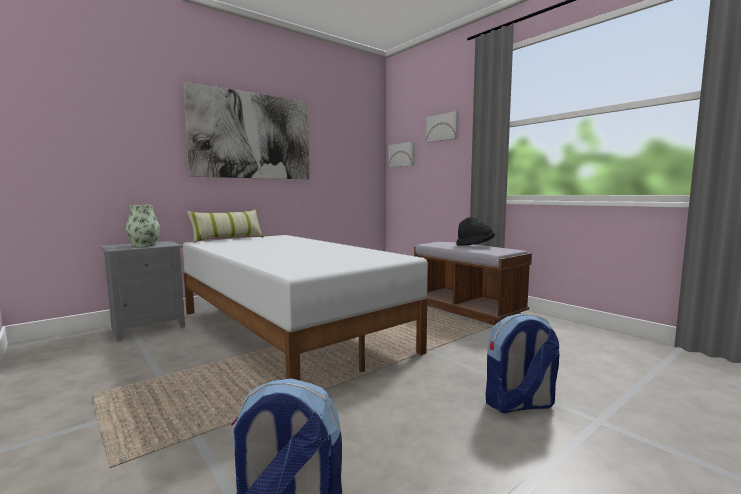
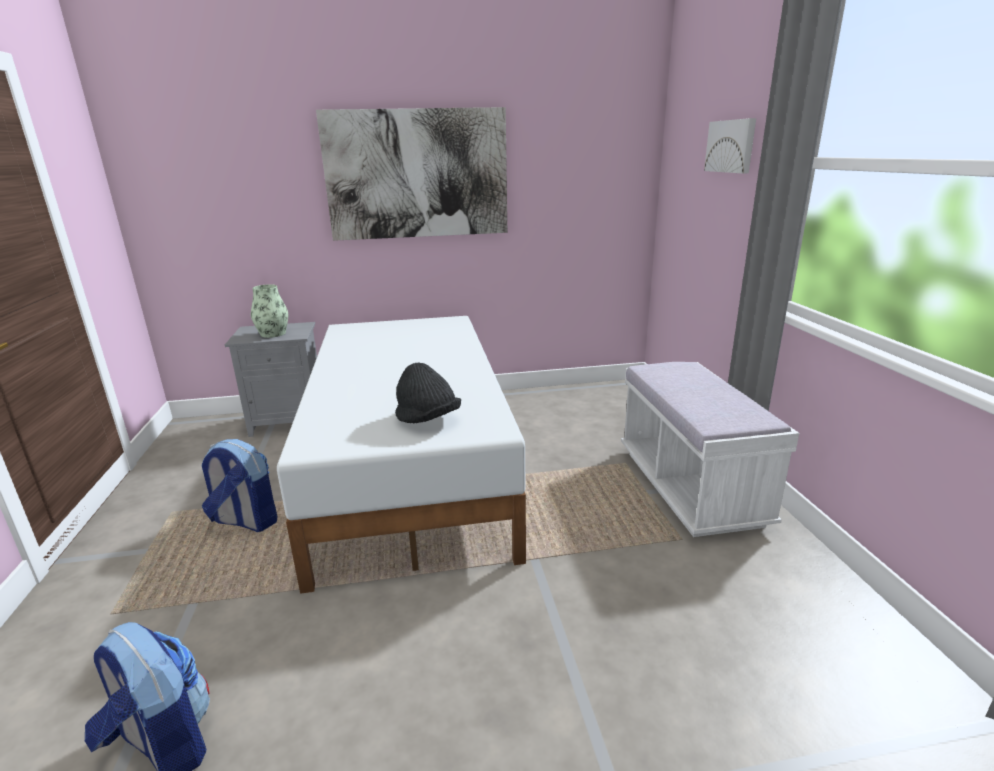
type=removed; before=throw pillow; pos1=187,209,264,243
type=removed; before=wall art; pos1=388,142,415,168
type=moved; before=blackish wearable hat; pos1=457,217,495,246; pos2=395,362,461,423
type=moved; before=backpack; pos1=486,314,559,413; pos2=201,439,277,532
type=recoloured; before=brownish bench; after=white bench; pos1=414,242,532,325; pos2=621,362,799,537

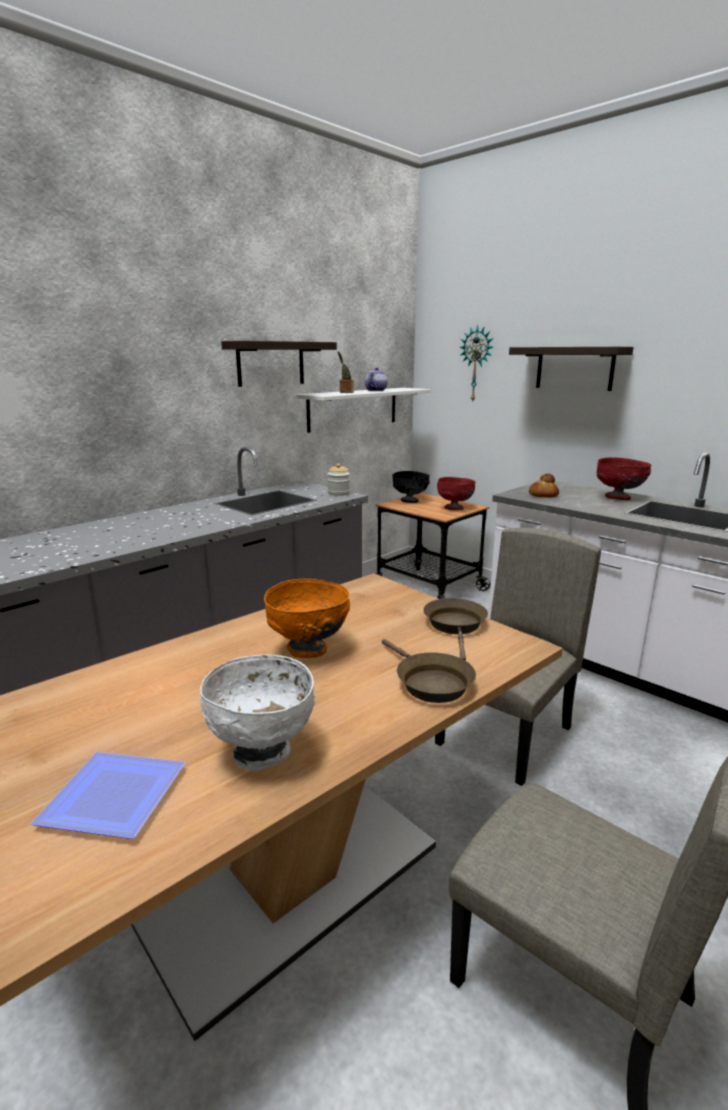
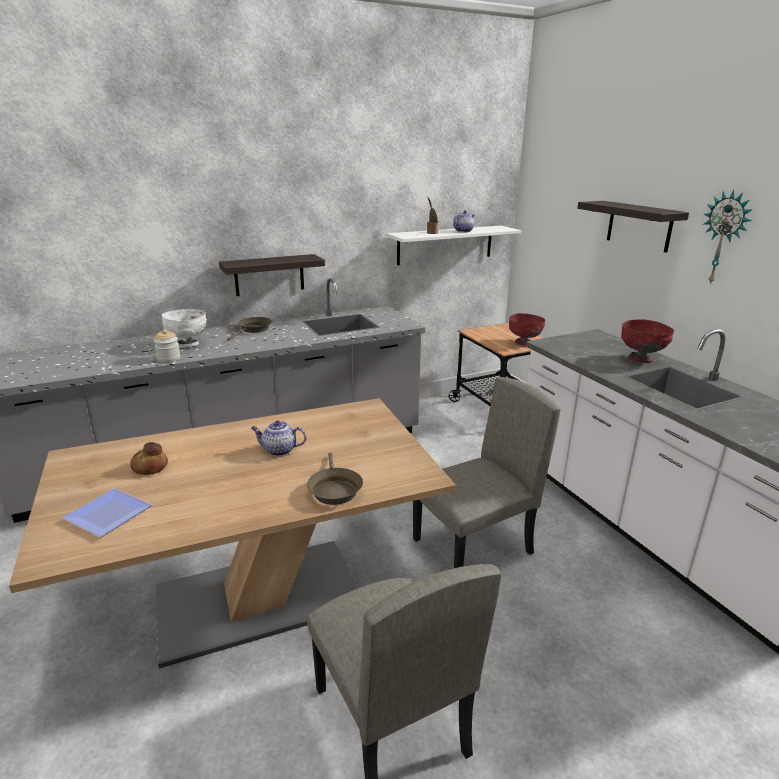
type=removed; before=blackish deep dish; pos1=392,471,430,503
type=moved; before=white deep dish; pos1=200,655,315,771; pos2=162,309,207,348
type=moved; before=shelf; pos1=221,341,337,387; pos2=219,254,325,296
type=moved; before=preserve jar; pos1=327,463,350,496; pos2=154,329,180,362
type=moved; before=brownish frying pan; pos1=423,598,488,661; pos2=227,317,272,341
type=moved; before=clock on the wall; pos1=459,325,493,401; pos2=704,189,753,285
type=moved; before=bakery bread; pos1=529,474,559,498; pos2=130,442,168,475
type=replaced; before=orange-coloured deep dish; after=teapot; pos1=264,579,350,658; pos2=251,420,307,456

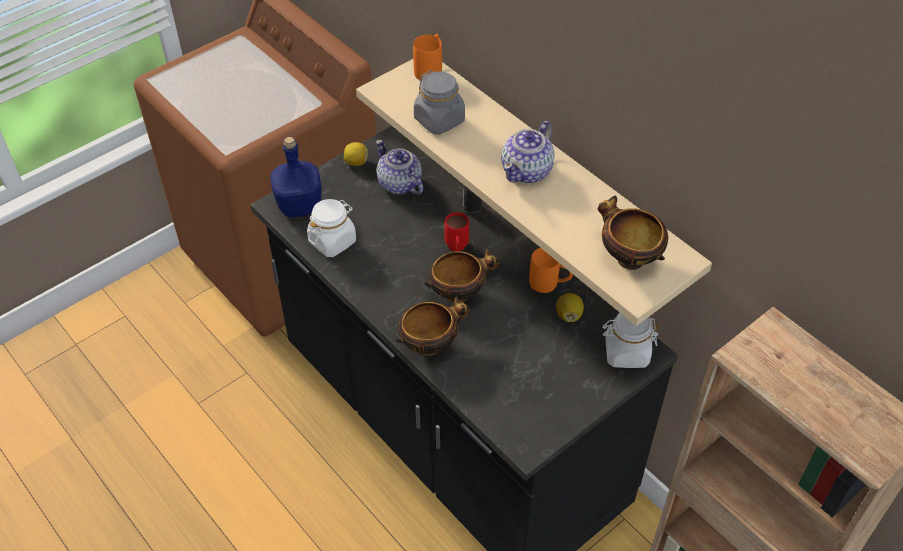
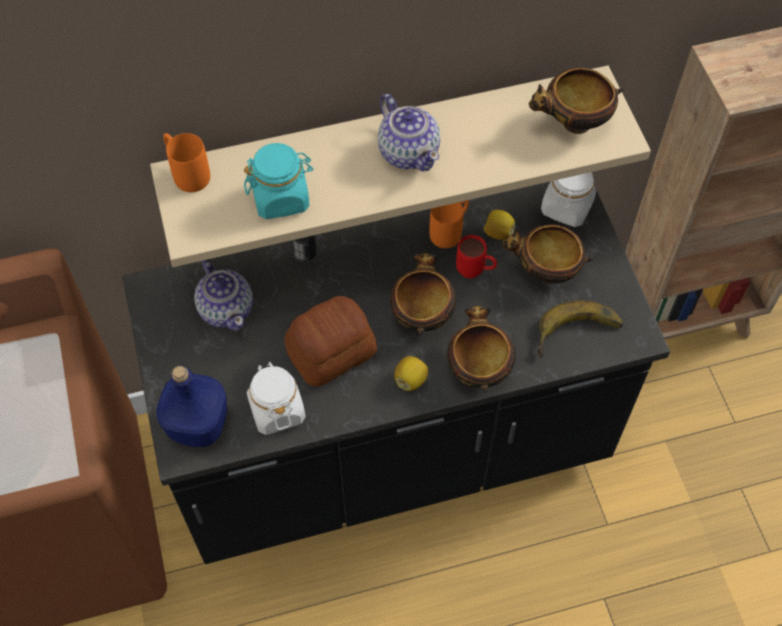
type=added; after=bakery bread; pos2=284,296,377,387
type=added; after=deep dish; pos2=502,224,593,283
type=added; after=whole banana; pos2=537,301,623,358
type=moved; before=citrus fruit; pos1=344,142,368,166; pos2=394,356,428,391
type=moved; before=reddish coffee mug; pos1=444,212,469,251; pos2=456,235,497,279
type=recoloured; before=greyish preserve jar; after=blue-green preserve jar; pos1=414,70,465,135; pos2=244,143,313,219
type=turned; before=teapot; pos1=376,140,423,195; pos2=194,259,253,331; turn=-105

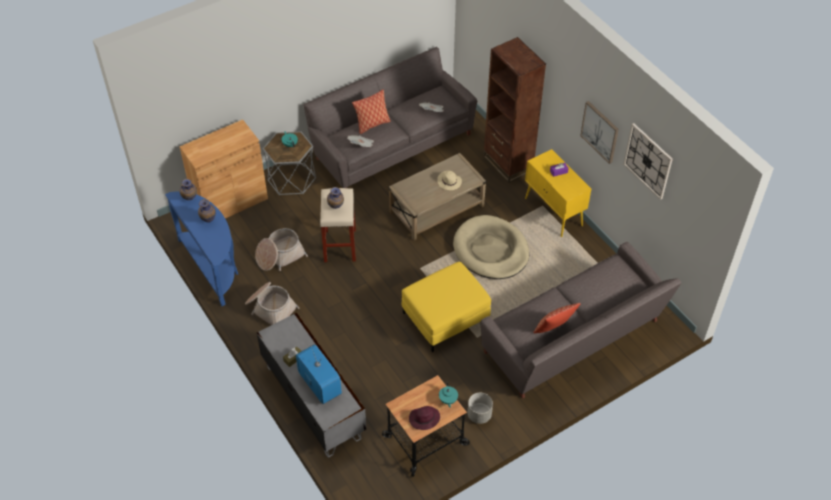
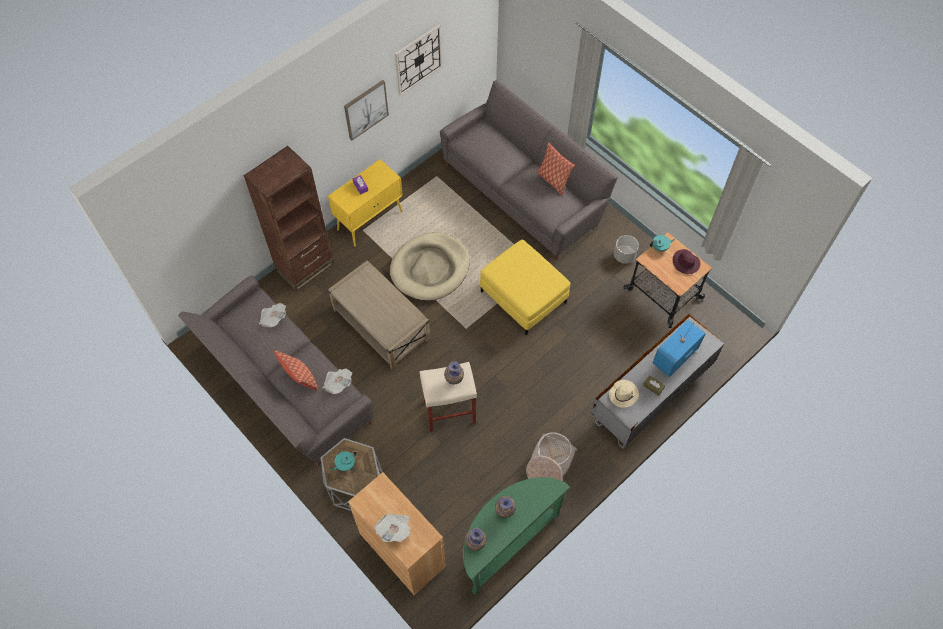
type=removed; before=storage basket; pos1=255,228,308,271
type=added; after=printed paper; pos2=374,513,411,542
type=moved; before=beige wearable hat; pos1=437,170,462,190; pos2=609,380,639,408
type=recoloured; before=blue console table; after=green console table; pos1=165,191,238,306; pos2=463,477,570,595

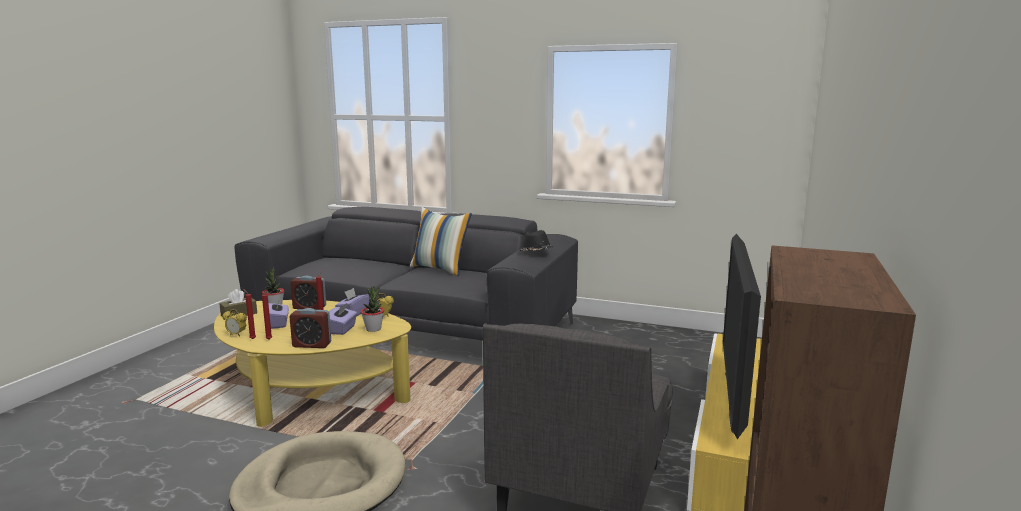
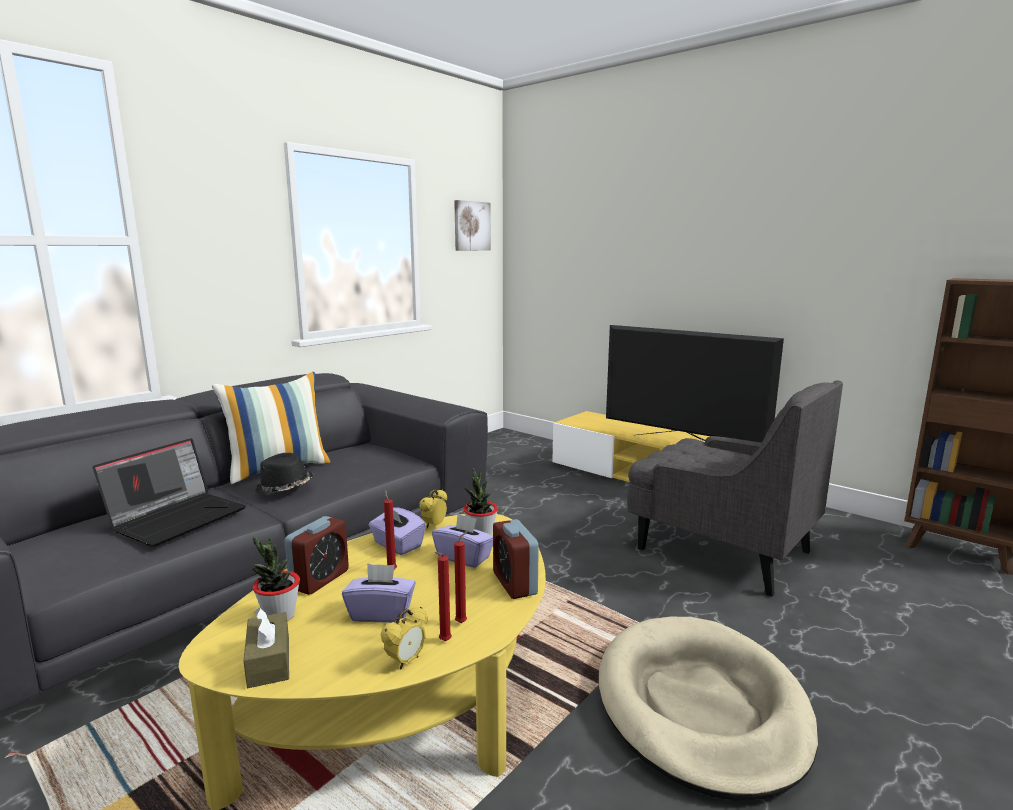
type=added; after=notebook computer; pos2=93,438,246,547
type=added; after=wall art; pos2=454,200,491,251
type=moved; before=blackish wearable hat; pos1=520,230,553,251; pos2=255,453,313,495
type=turned; before=alarm clock; pos1=289,308,331,348; pos2=493,519,539,599; turn=135

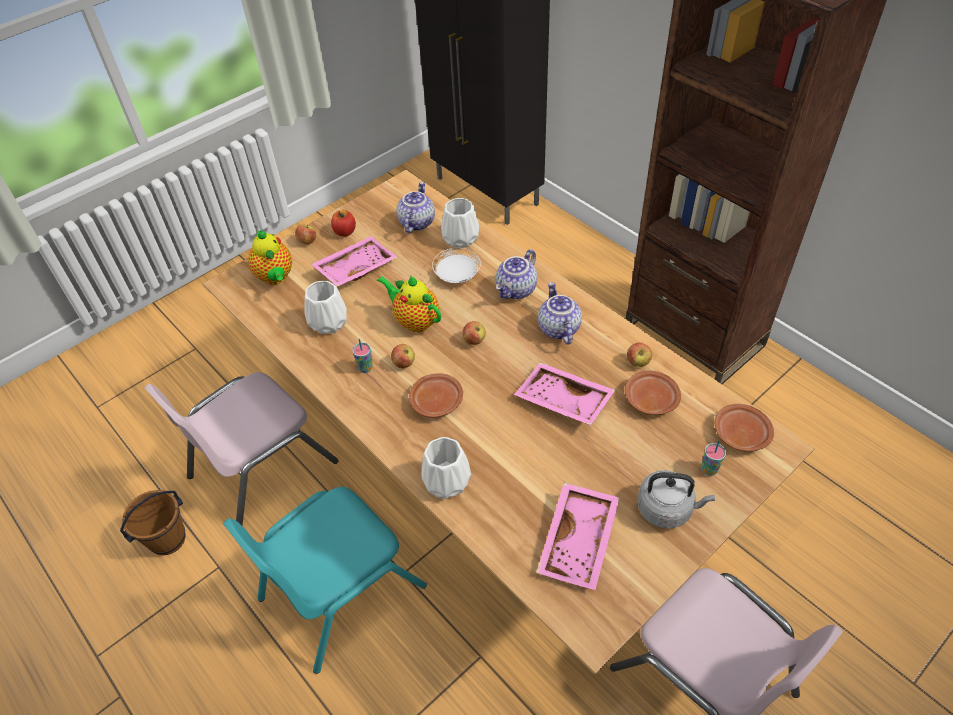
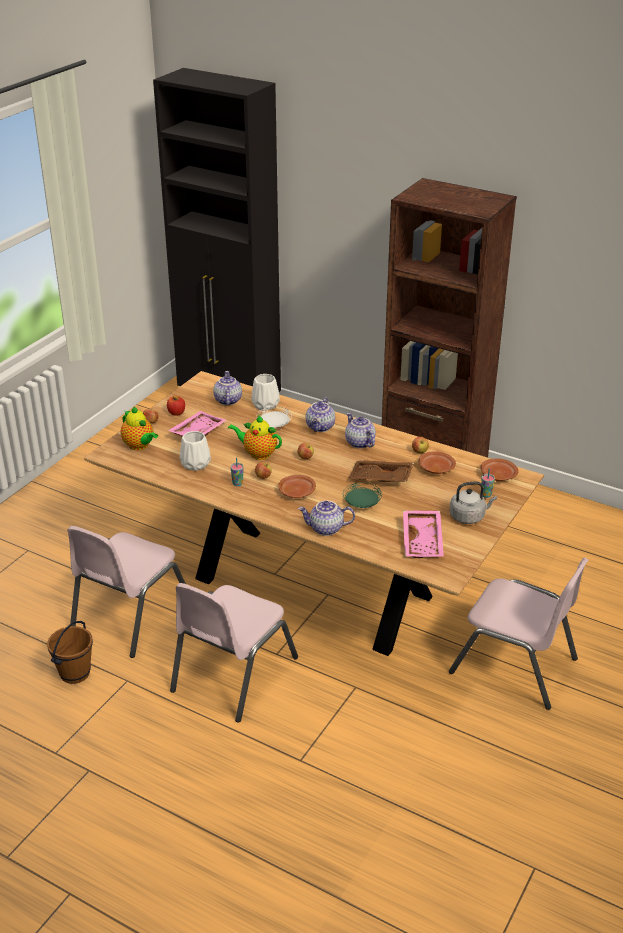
type=added; after=green flat dish; pos2=343,483,382,508
type=replaced; before=white flower vase; after=teapot; pos1=421,437,471,499; pos2=298,501,355,536
type=recoloured; before=blue-green upright chair; after=pinkish upright chair; pos1=223,487,427,674; pos2=170,583,298,723
type=recoloured; before=pinkish tray; after=brownish tray; pos1=514,363,615,425; pos2=349,460,414,482

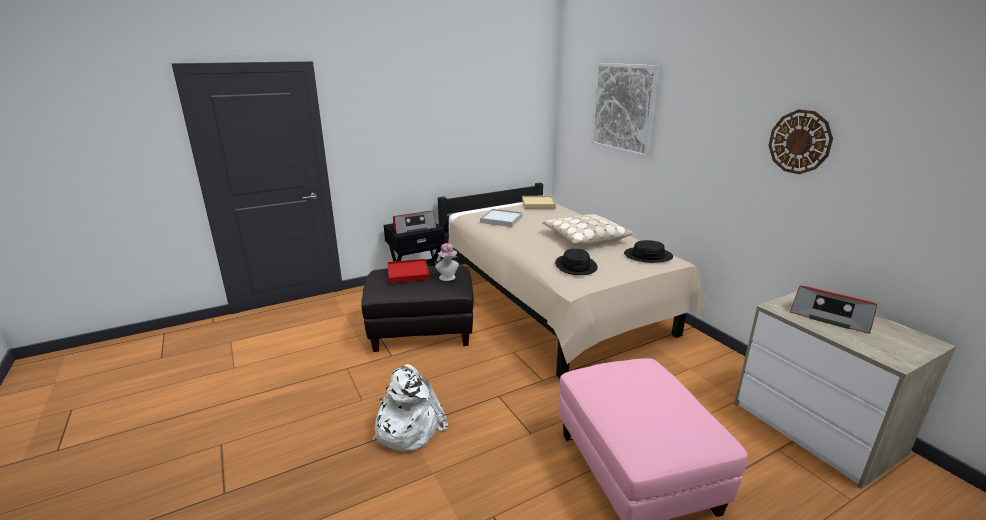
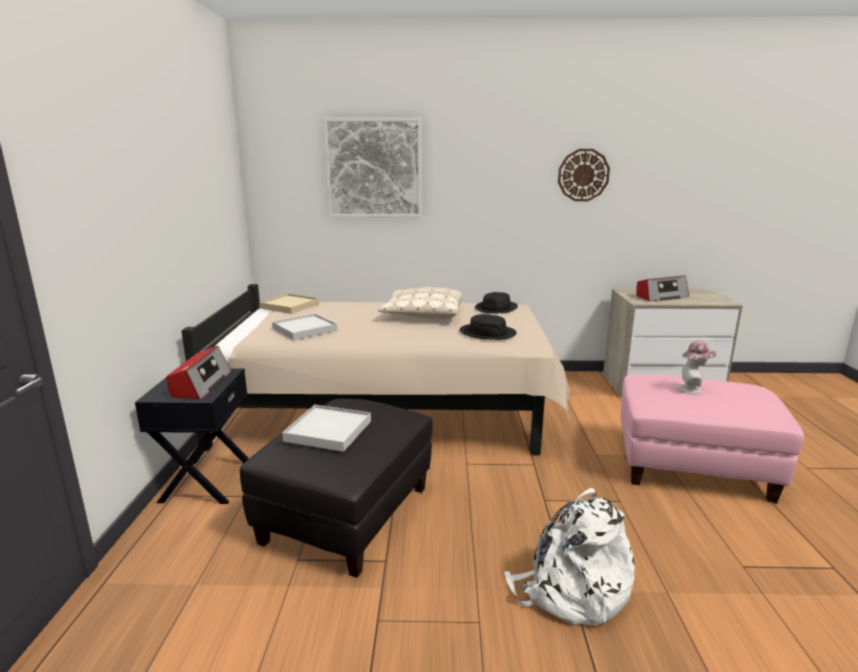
type=moved; before=wearable hat; pos1=435,243,459,281; pos2=676,340,717,394
type=recoloured; before=reddish tray; after=white tray; pos1=388,259,430,284; pos2=282,405,371,452

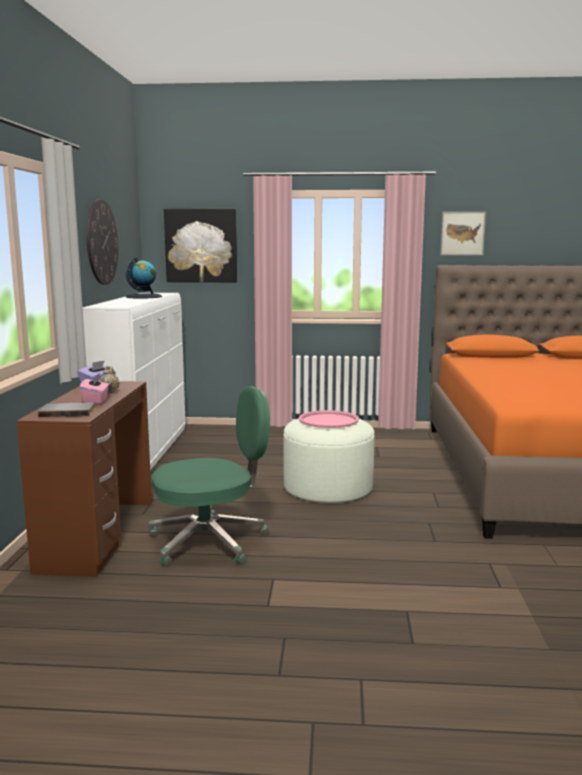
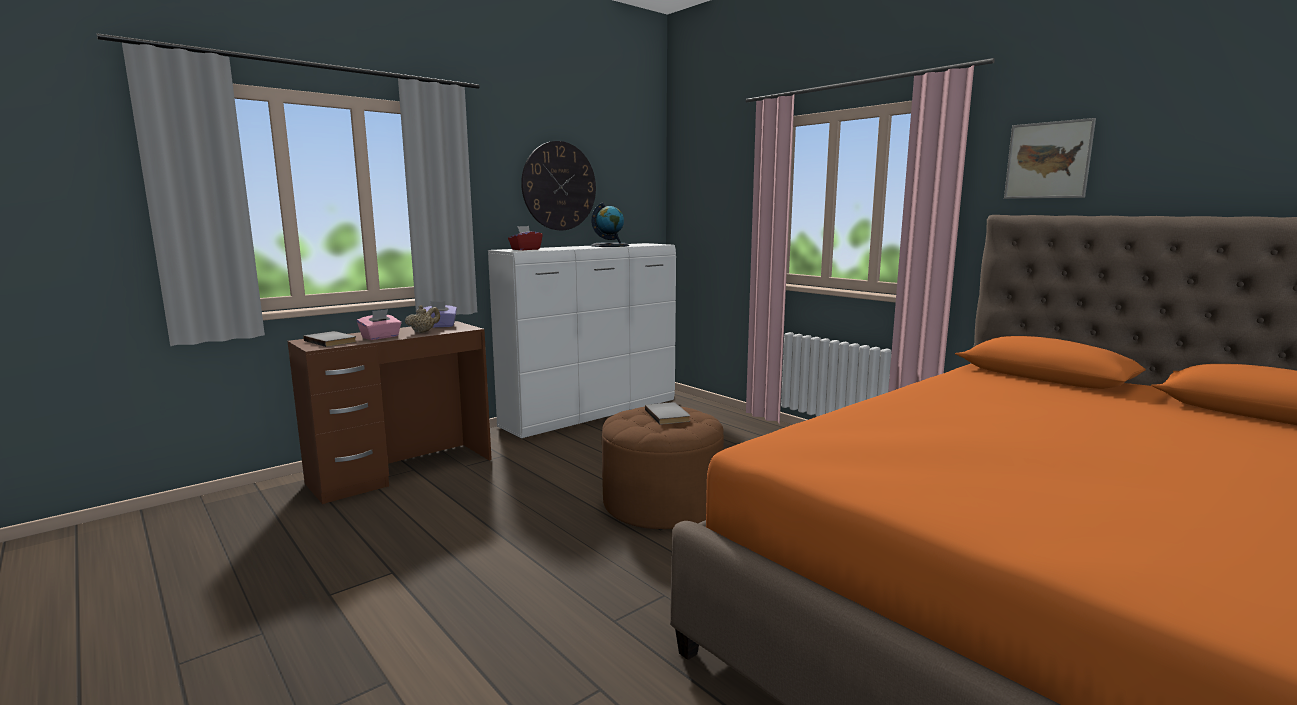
type=removed; before=green office chair; pos1=148,386,270,567
type=removed; before=wall art; pos1=164,209,237,283
type=added; after=reddish tissue holder; pos2=508,226,543,250
type=replaced; before=pinkish tray; after=greyish bound book; pos1=299,410,359,428; pos2=645,402,690,425
type=recoloured; before=white ottoman; after=brownish ottoman; pos1=283,418,375,503; pos2=602,407,724,530

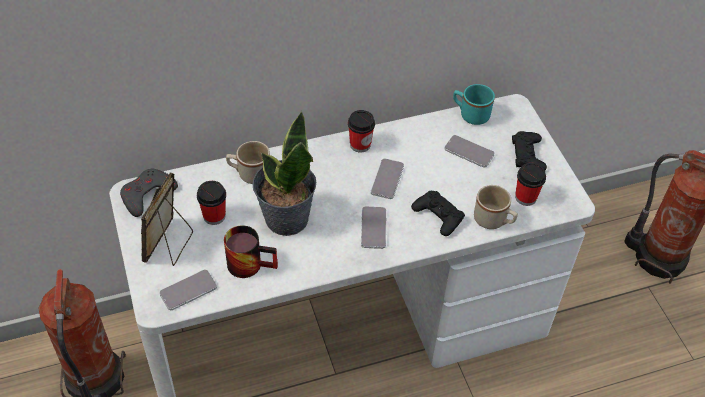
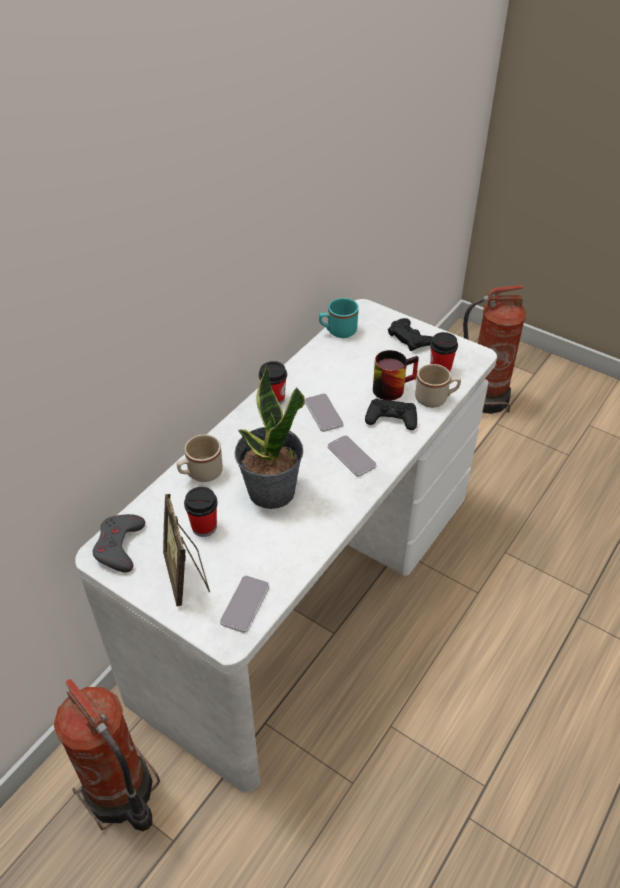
type=removed; before=handset; pos1=444,135,495,167
type=moved; before=coffee mug; pos1=224,225,278,278; pos2=373,350,419,401

